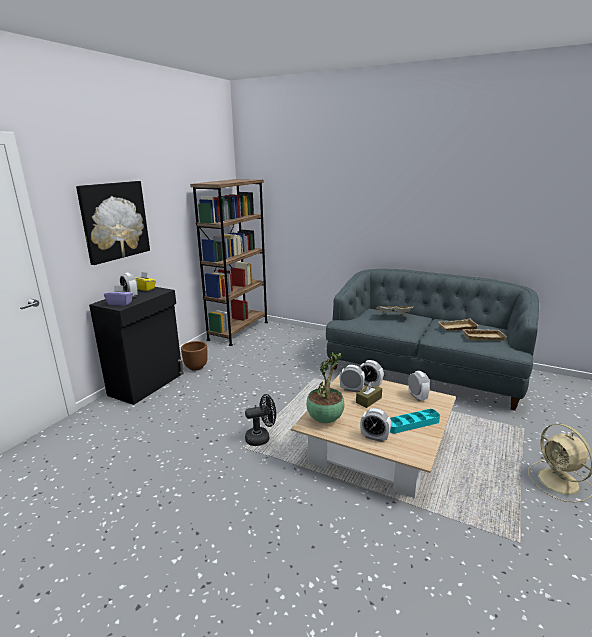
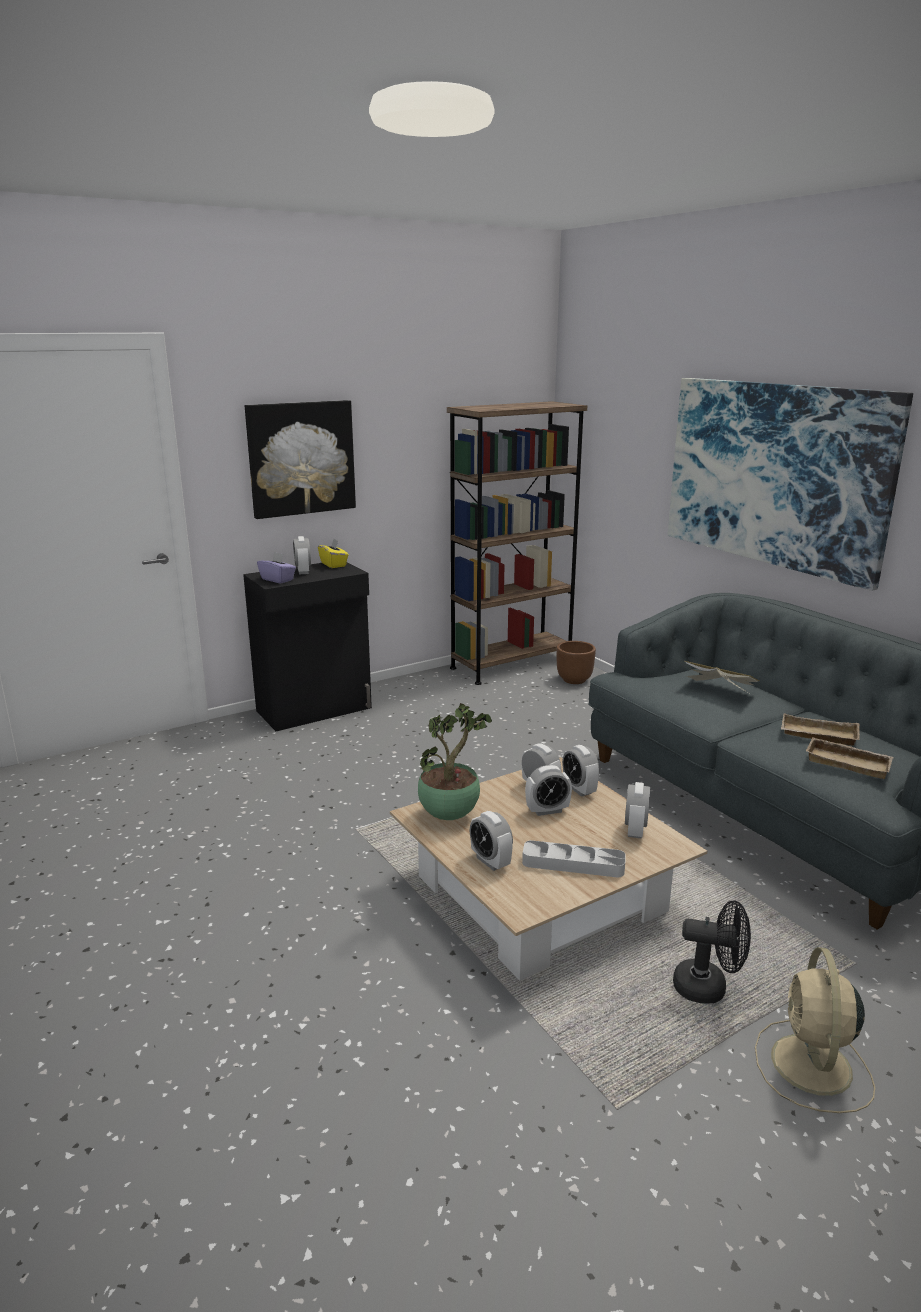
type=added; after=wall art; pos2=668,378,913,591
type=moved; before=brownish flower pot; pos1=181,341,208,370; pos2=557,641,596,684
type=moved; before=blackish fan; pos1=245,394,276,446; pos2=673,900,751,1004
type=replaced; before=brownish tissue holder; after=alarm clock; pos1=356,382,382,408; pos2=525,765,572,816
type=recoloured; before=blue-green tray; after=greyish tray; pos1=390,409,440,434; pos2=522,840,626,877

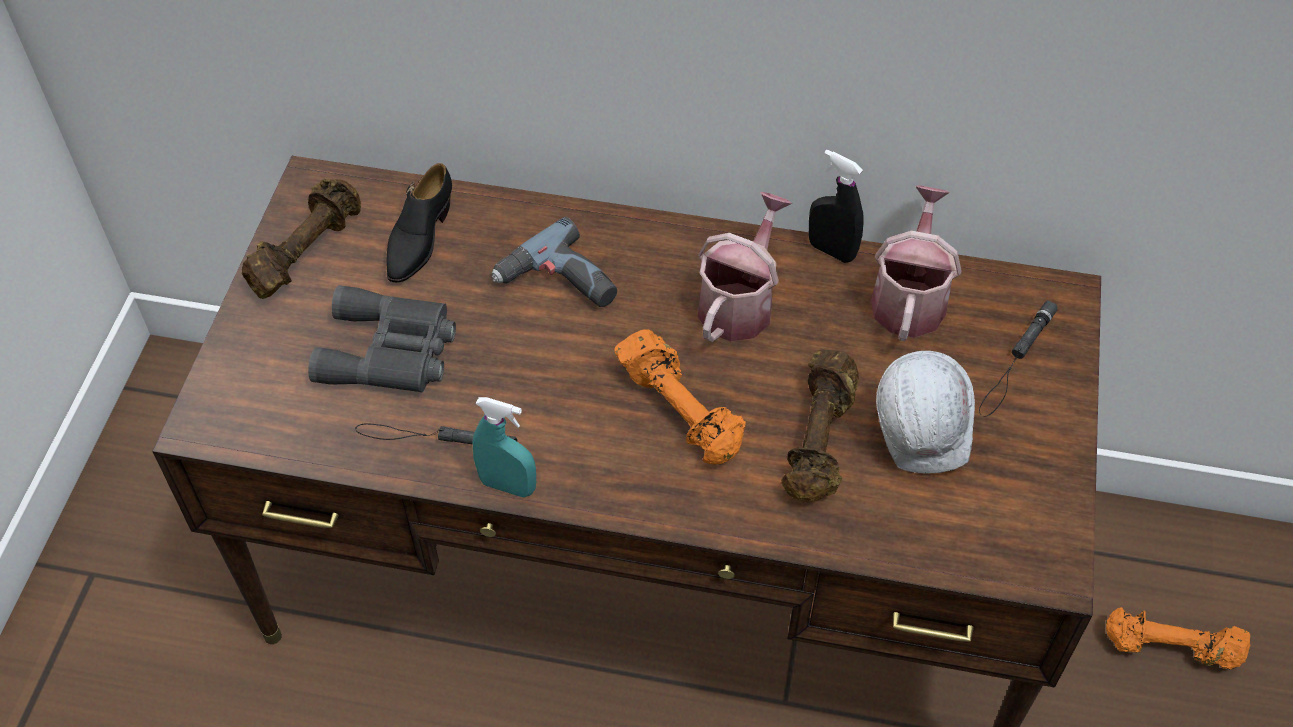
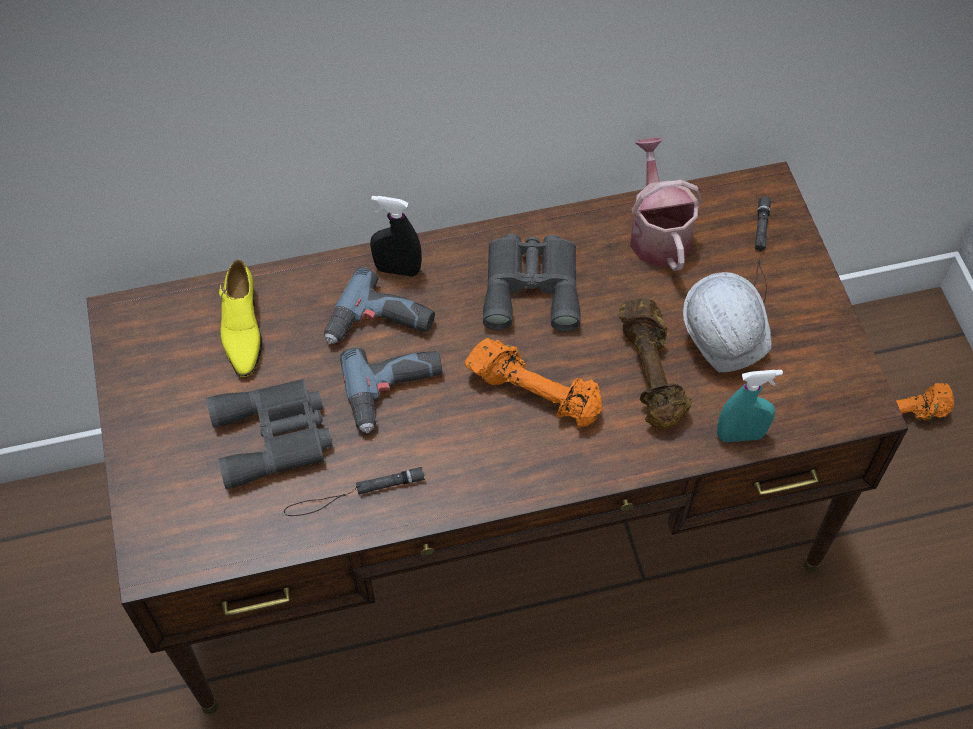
type=removed; before=brownish hand weight; pos1=241,179,361,299
type=added; after=power drill; pos2=340,347,443,433
type=moved; before=blue-green spray bottle; pos1=473,397,536,497; pos2=717,370,783,442
type=moved; before=blackish spray bottle; pos1=809,149,864,263; pos2=370,196,422,277
type=replaced; before=sprinkling can; after=greyish binoculars; pos1=698,192,792,342; pos2=483,234,581,332
type=recoloured; before=blackish low shoe; after=yellow-coloured low shoe; pos1=386,163,452,282; pos2=219,260,262,377

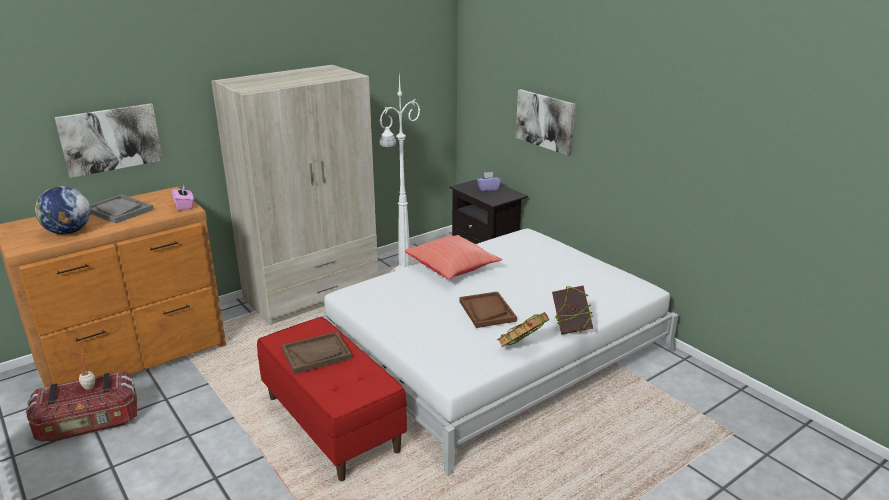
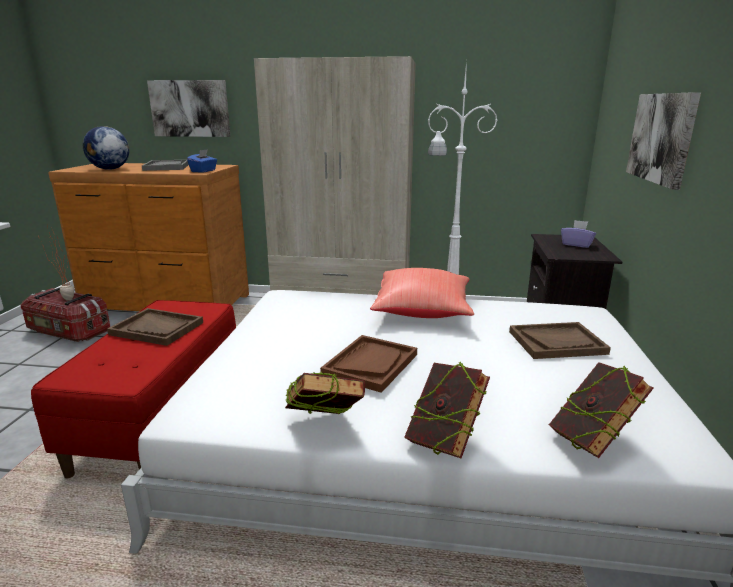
type=added; after=brownish tray; pos2=509,322,611,359
type=added; after=bound book; pos2=549,362,654,458
type=recoloured; before=pinkish tissue holder; after=blue tissue holder; pos1=172,185,194,211; pos2=187,149,217,173

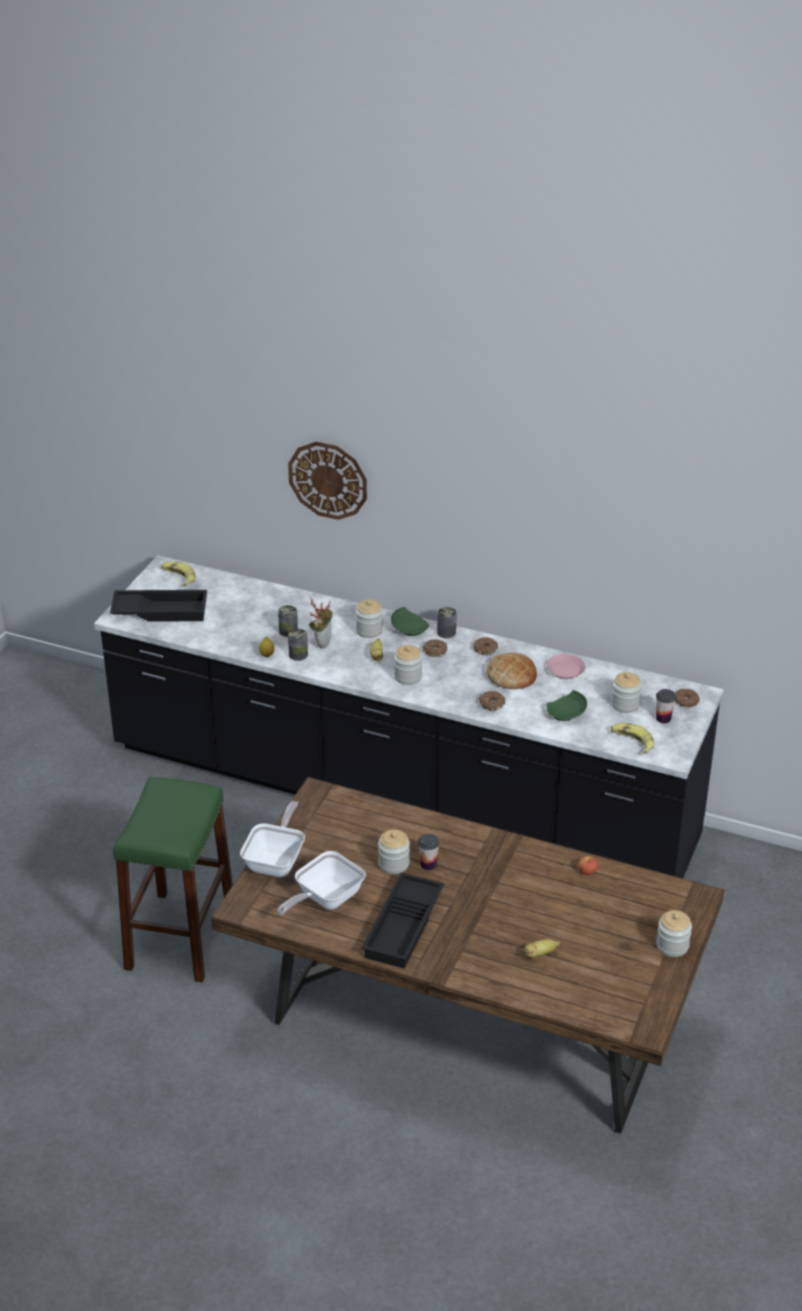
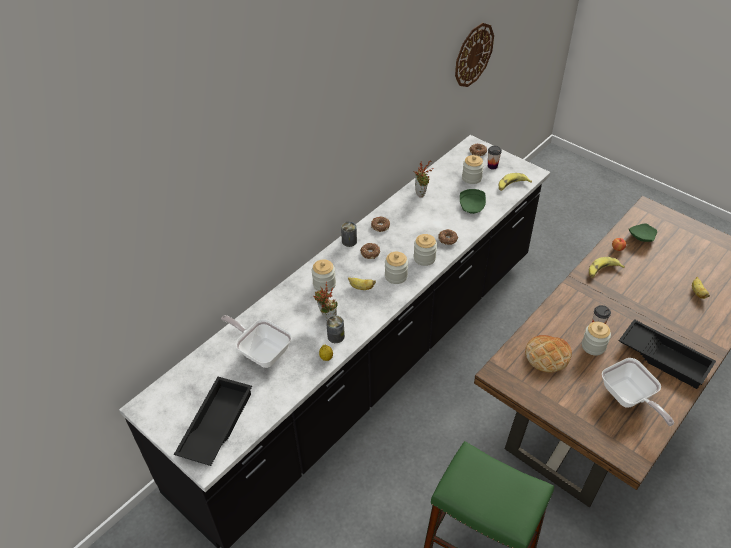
type=removed; before=sealed can; pos1=278,605,298,637
type=moved; before=whole banana; pos1=161,561,196,586; pos2=589,257,625,278
type=moved; before=frying pan; pos1=240,801,305,877; pos2=221,315,292,368
type=moved; before=clock on the wall; pos1=288,442,367,520; pos2=455,23,494,87
type=moved; before=green flat dish; pos1=391,607,429,636; pos2=629,223,657,242
type=moved; before=bakery bread; pos1=486,653,537,689; pos2=525,335,572,373
type=moved; before=preserve jar; pos1=656,910,692,957; pos2=414,234,437,266
type=replaced; before=pinkish flat dish; after=plant in a pot; pos1=547,654,586,679; pos2=414,160,432,198

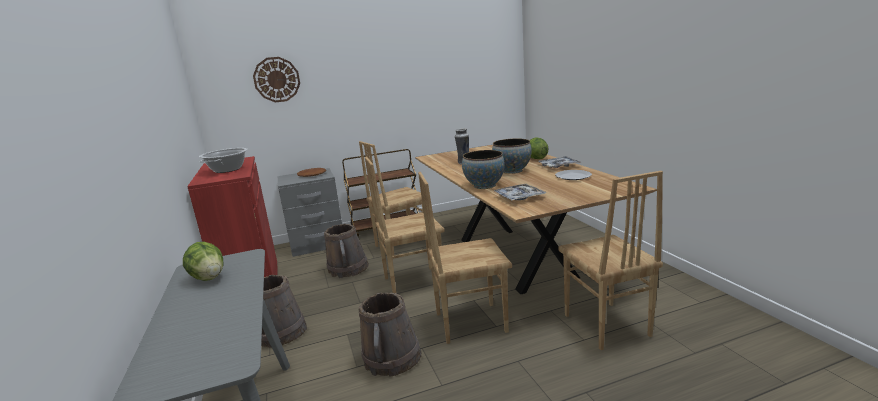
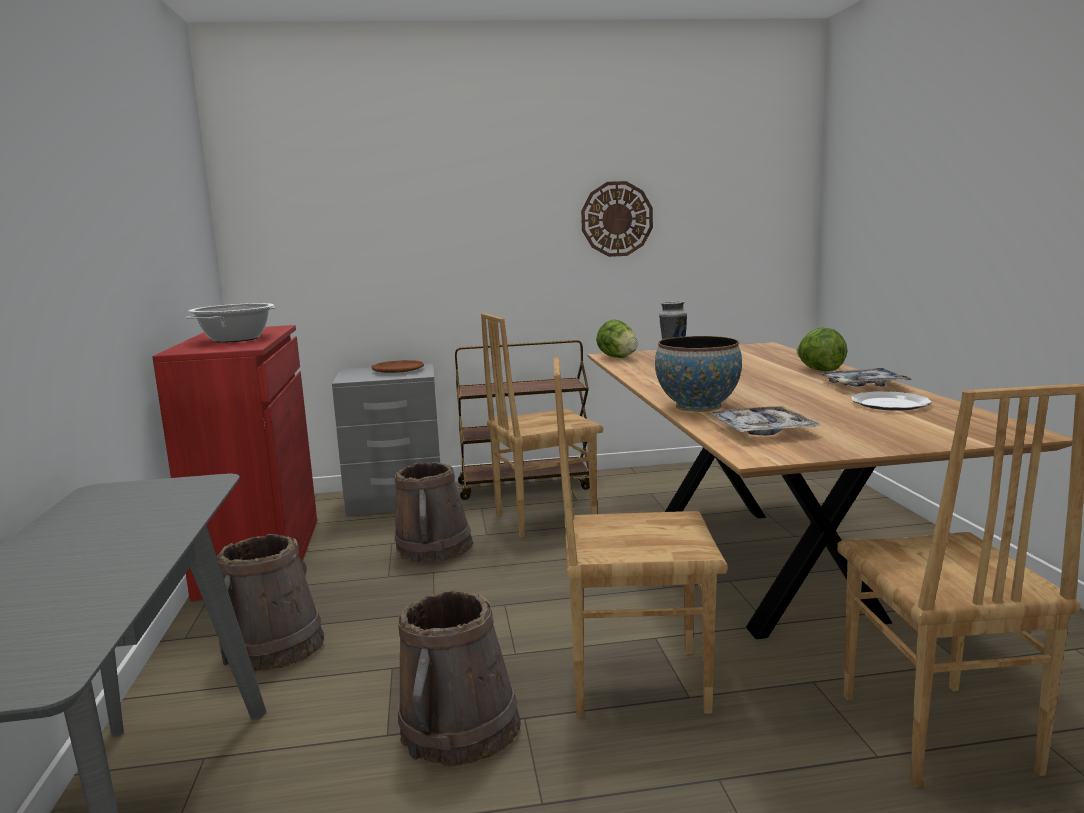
type=removed; before=brownish upright chair; pos1=365,157,445,293
type=removed; before=deep dish; pos1=492,138,532,174
type=moved; before=head of lettuce; pos1=183,242,223,281; pos2=596,319,638,358
type=moved; before=clock on the wall; pos1=253,57,300,102; pos2=581,181,653,257

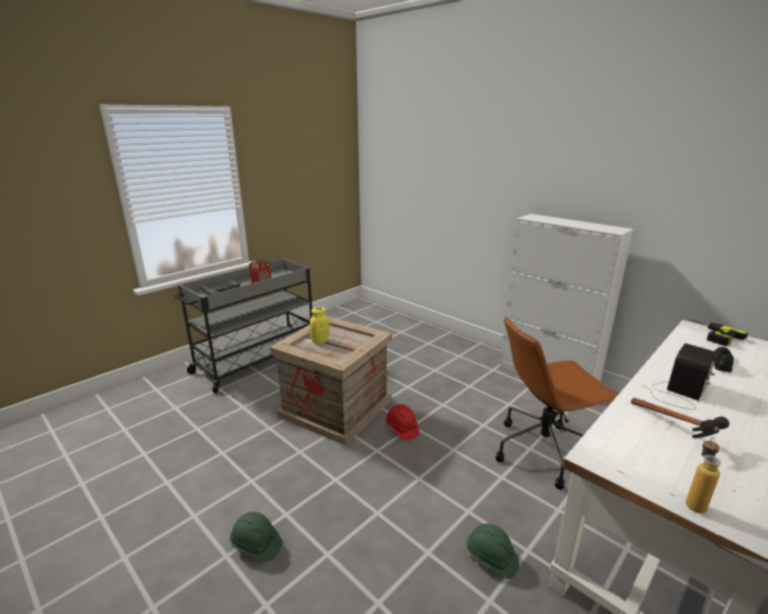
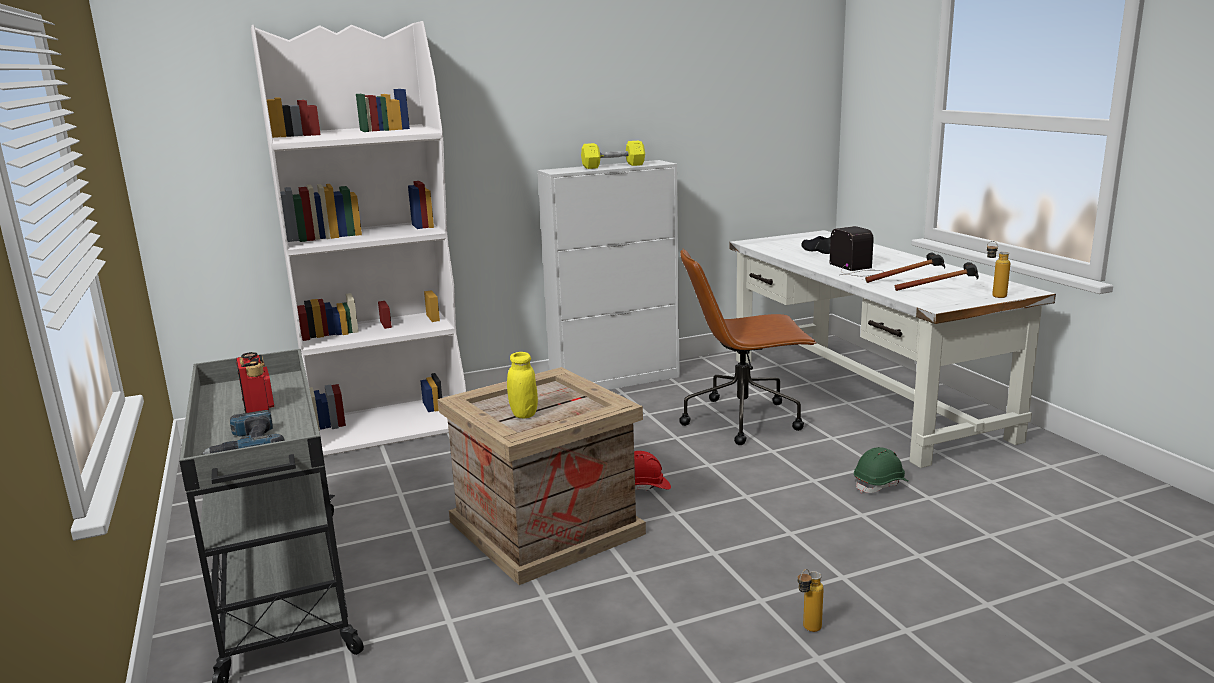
type=removed; before=power drill; pos1=691,319,748,347
type=added; after=white bookcase; pos2=251,21,466,456
type=added; after=yellow-coloured hand weight; pos2=581,141,645,169
type=added; after=hand hammer; pos2=895,262,979,291
type=replaced; before=green hard hat; after=beverage bottle; pos1=230,512,282,562; pos2=798,569,824,632
type=turned; before=brownish office chair; pos1=496,316,618,489; pos2=679,248,817,445; turn=75

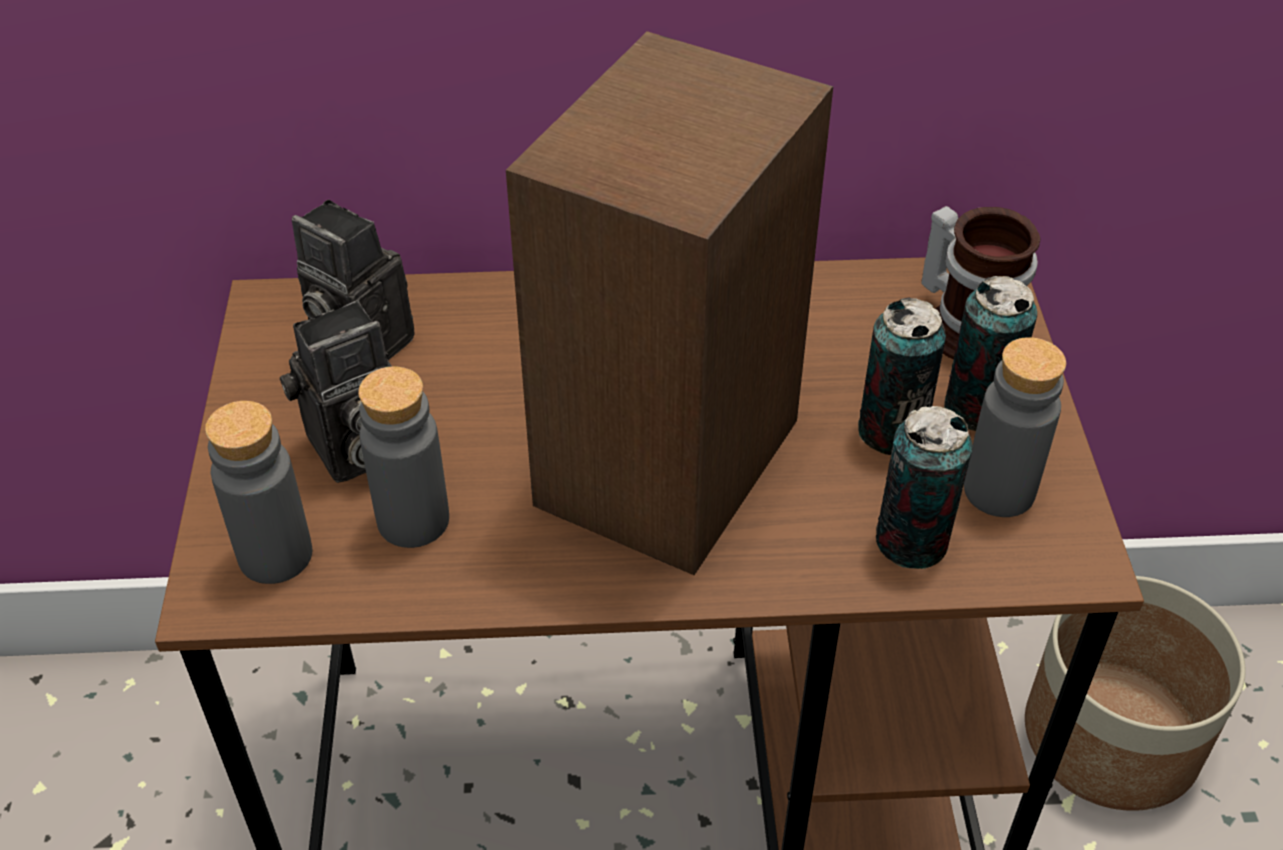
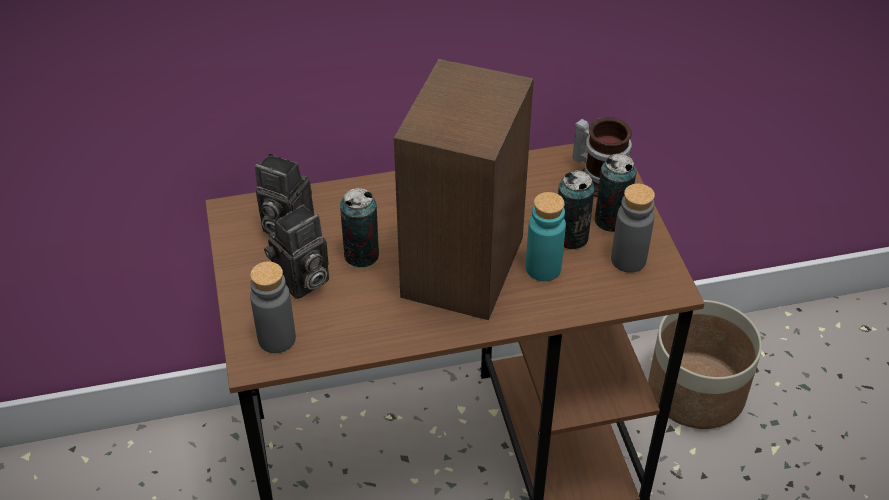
type=removed; before=greyish beverage bottle; pos1=358,366,449,548
type=added; after=blue-green beverage bottle; pos2=526,192,566,281
type=moved; before=sealed can; pos1=876,406,973,569; pos2=340,188,379,267

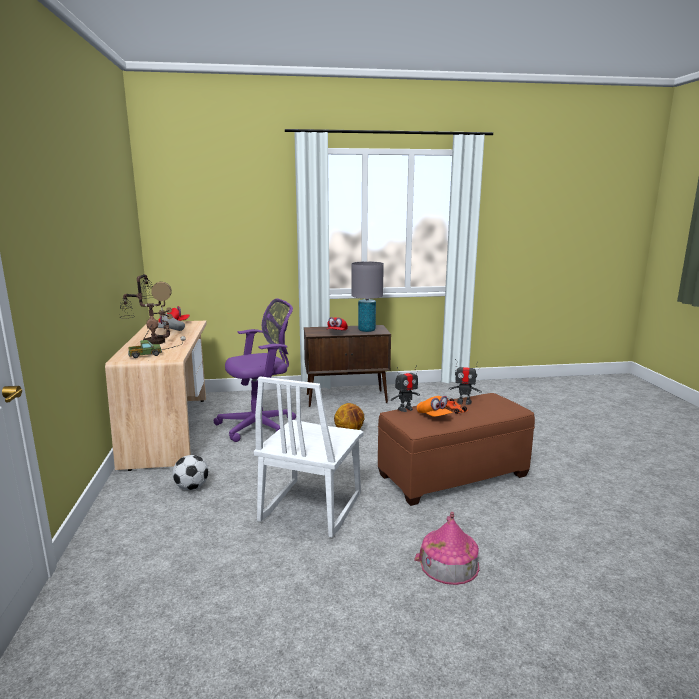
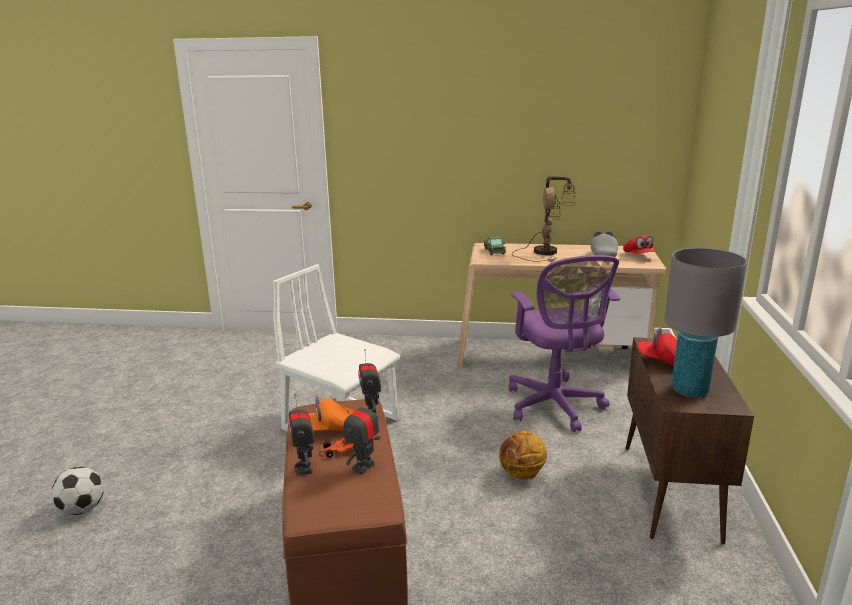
type=removed; before=miniature house; pos1=414,512,480,585
type=added; after=toy robot; pos2=288,394,315,475
type=moved; before=football; pos1=172,455,209,490; pos2=52,467,104,515

